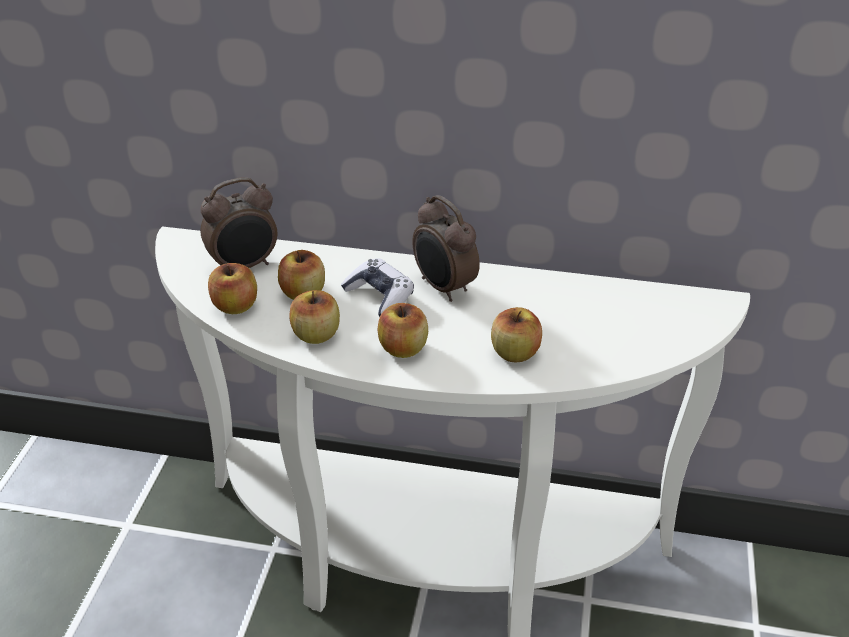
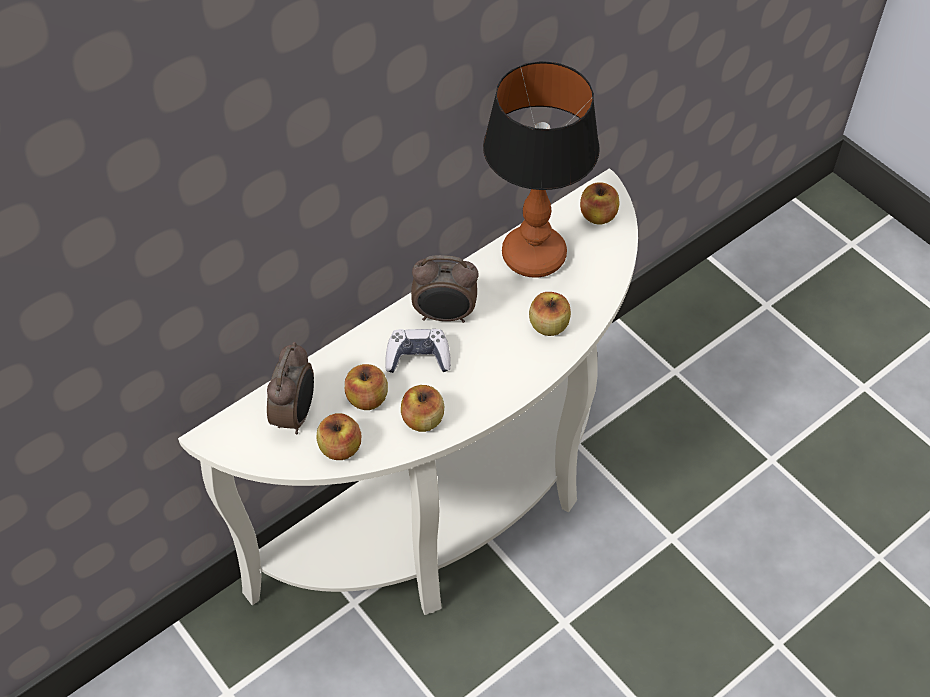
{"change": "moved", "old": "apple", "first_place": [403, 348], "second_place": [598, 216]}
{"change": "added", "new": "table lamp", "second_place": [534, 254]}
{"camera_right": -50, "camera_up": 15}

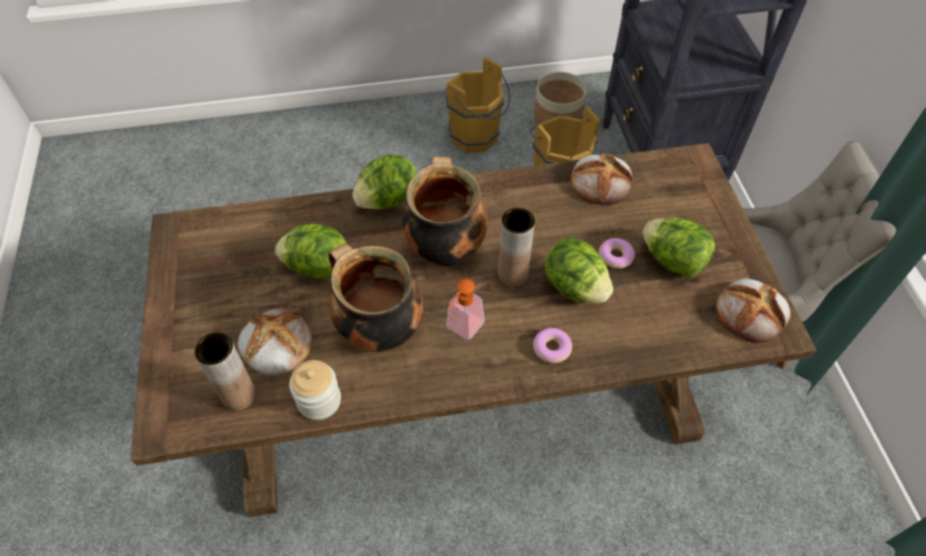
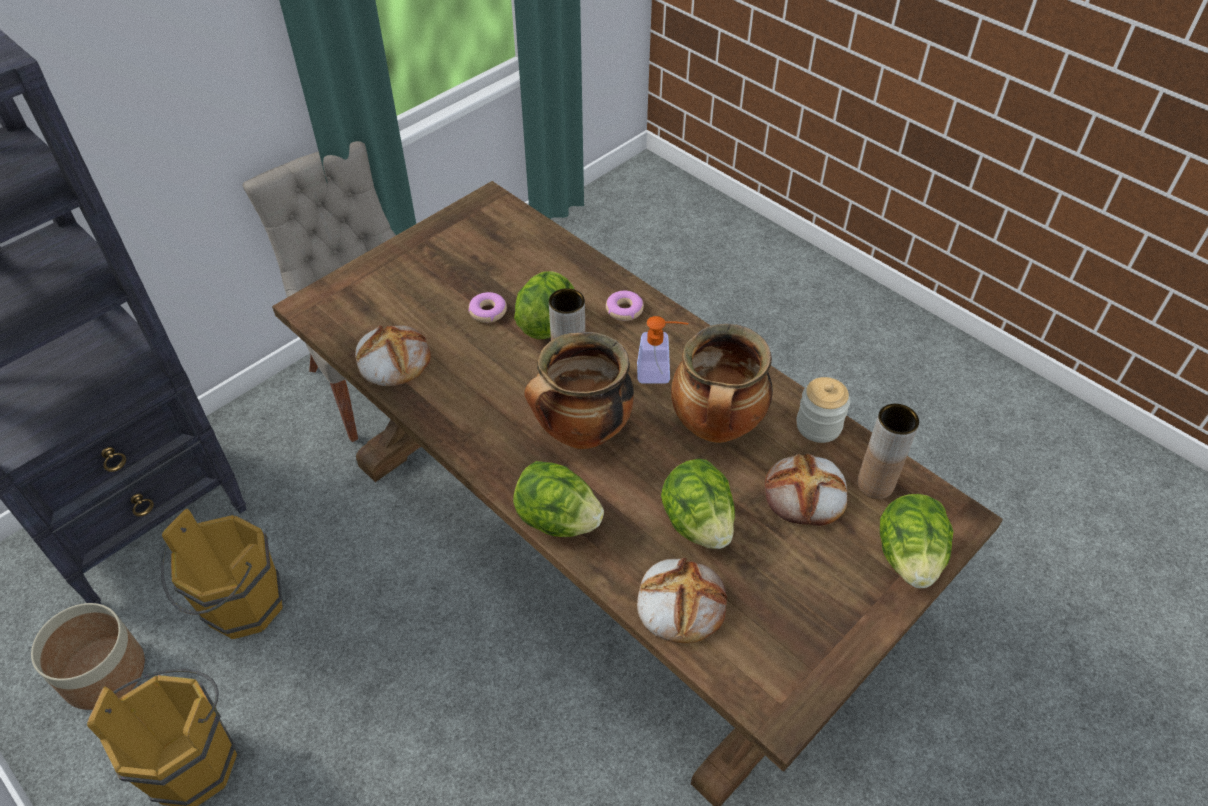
{"change": "moved", "old": "lettuce", "first_place": [673, 261], "second_place": [908, 557]}
{"change": "moved", "old": "bread", "first_place": [751, 313], "second_place": [680, 602]}
{"camera_right": -125, "camera_up": -5}

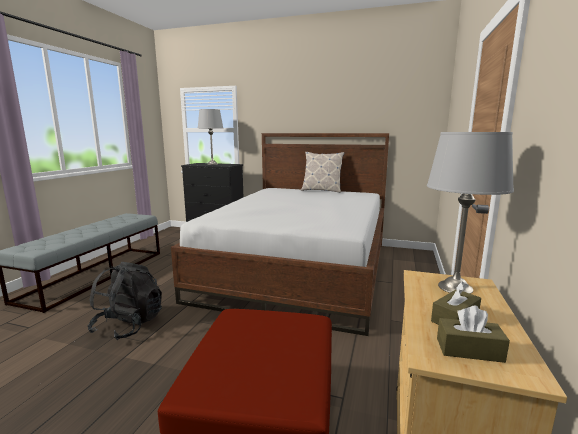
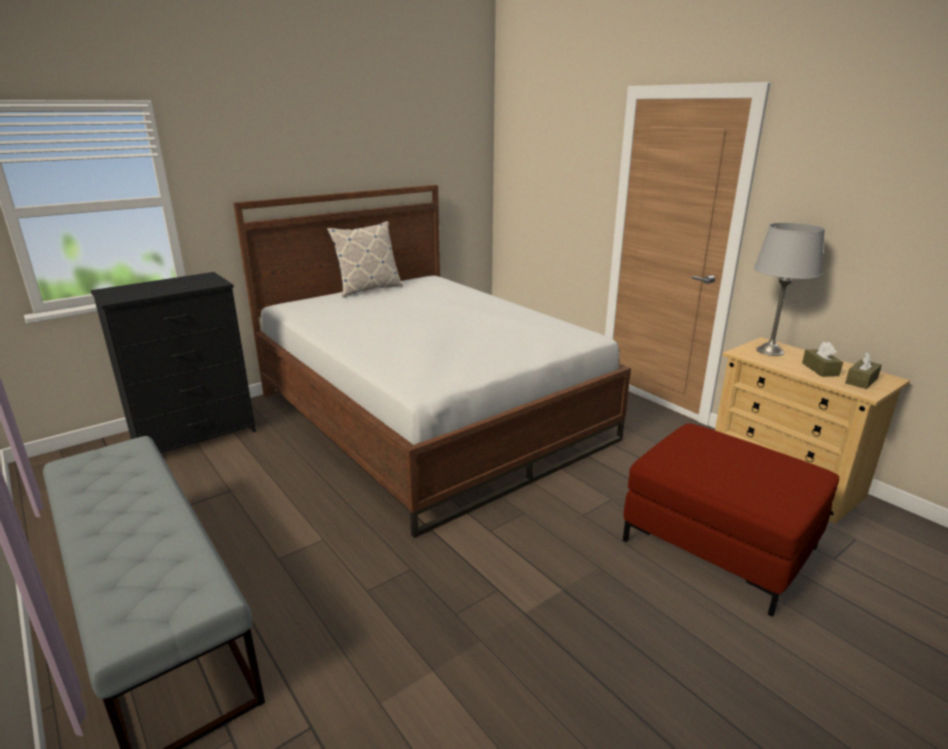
{"change": "removed", "old": "table lamp/grey", "first_place": [212, 164]}
{"change": "removed", "old": "backpack/black", "first_place": [129, 325]}
{"camera_right": -55, "camera_up": 10}

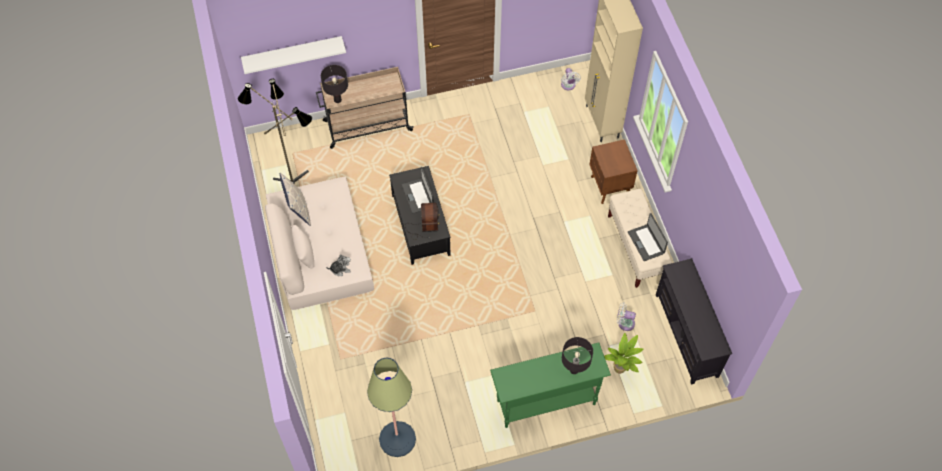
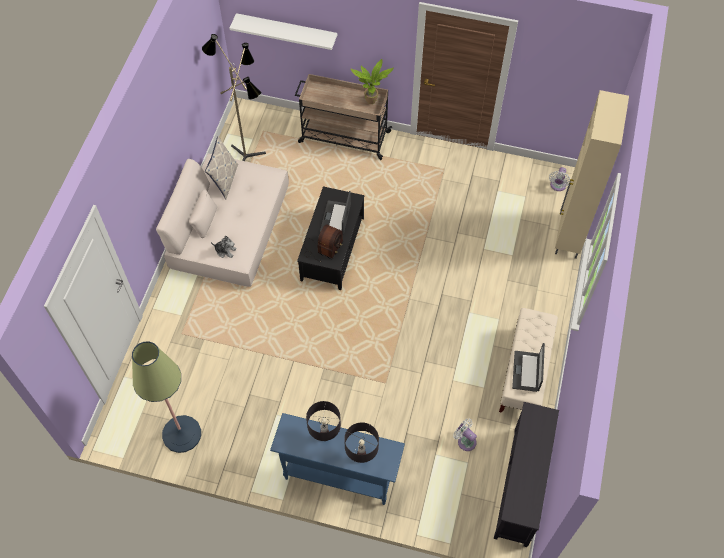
{"change": "moved", "old": "table lamp/black", "first_place": [337, 100], "second_place": [325, 436]}
{"change": "removed", "old": "nightstand/brown", "first_place": [610, 187]}
{"change": "moved", "old": "potted plant", "first_place": [620, 370], "second_place": [371, 102]}
{"change": "recoloured", "old": "console table/green", "new": "console table/blue", "first_place": [545, 402], "second_place": [338, 475]}
{"camera_right": 30, "camera_up": 0}

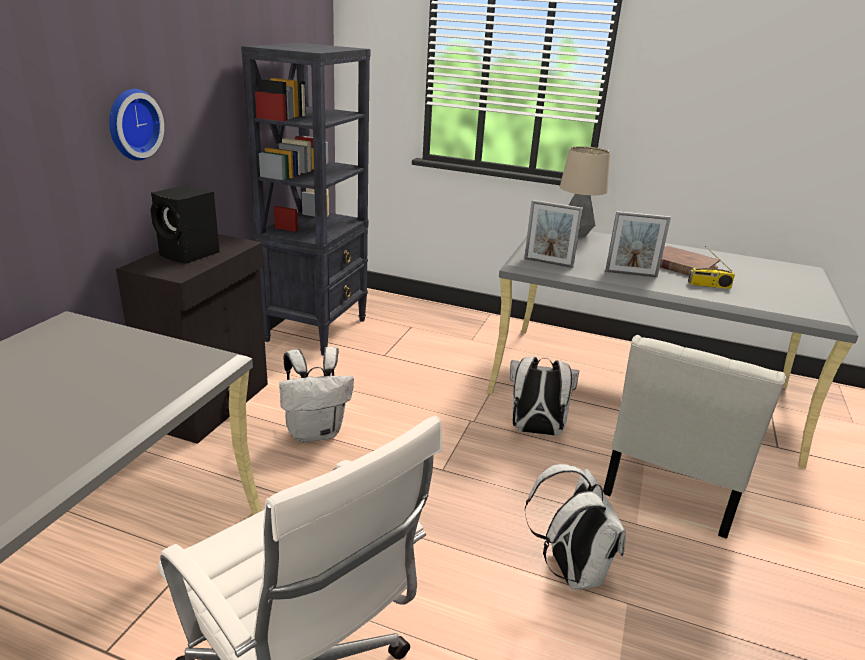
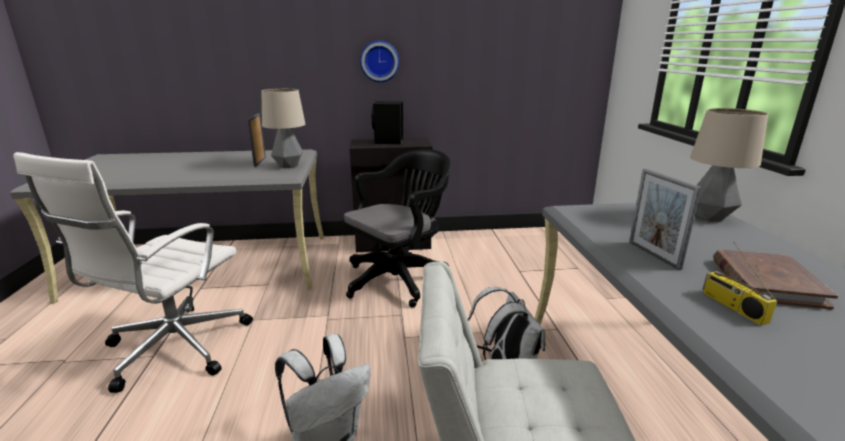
{"change": "removed", "old": "bookcase/black", "first_place": [317, 330]}
{"change": "moved", "old": "picture frame", "first_place": [548, 263], "second_place": [260, 162]}
{"change": "replaced", "old": "backpack/white", "new": "office chair/black", "first_place": [316, 432], "second_place": [399, 278]}
{"change": "added", "new": "table lamp", "second_place": [288, 166]}
{"camera_right": 65, "camera_up": -5}

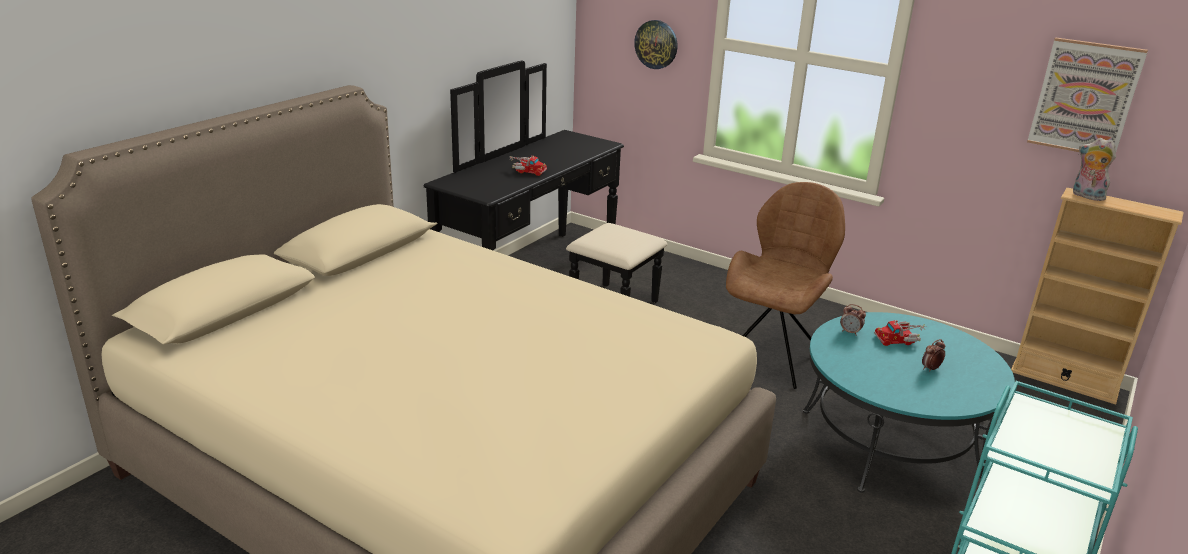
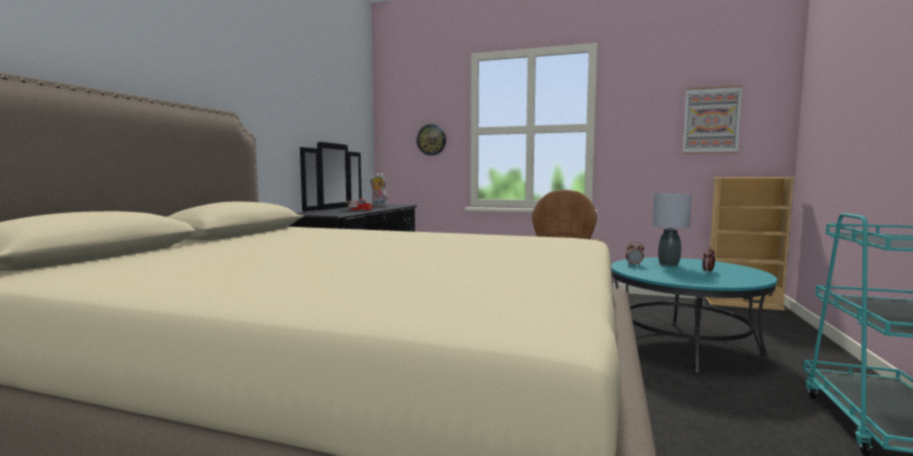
{"change": "moved", "old": "plush toy", "first_place": [1086, 196], "second_place": [378, 206]}
{"change": "replaced", "old": "toy truck", "new": "table lamp/grey", "first_place": [899, 339], "second_place": [669, 264]}
{"camera_right": -15, "camera_up": -20}

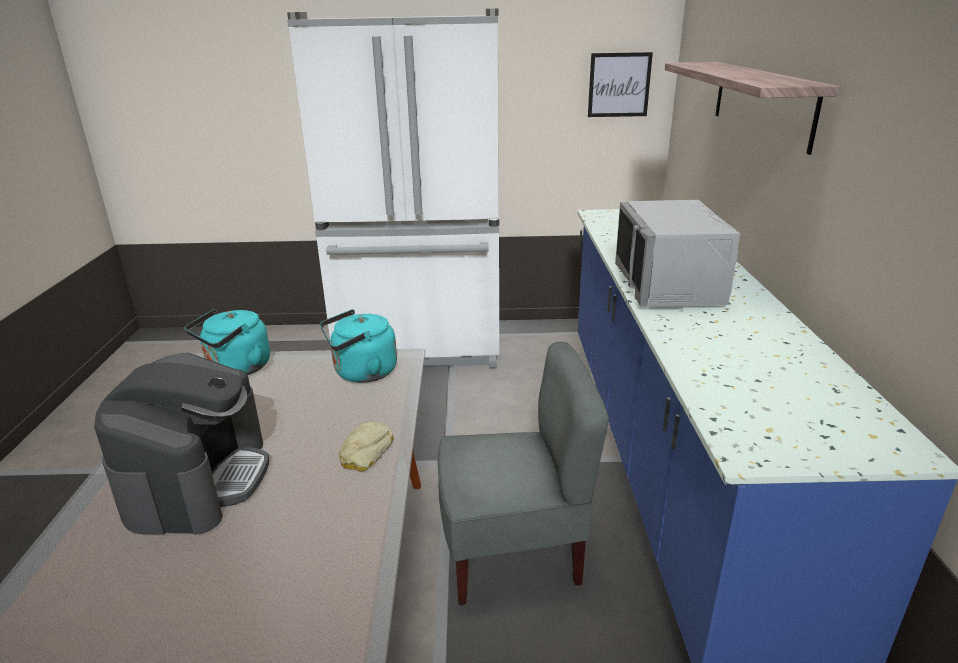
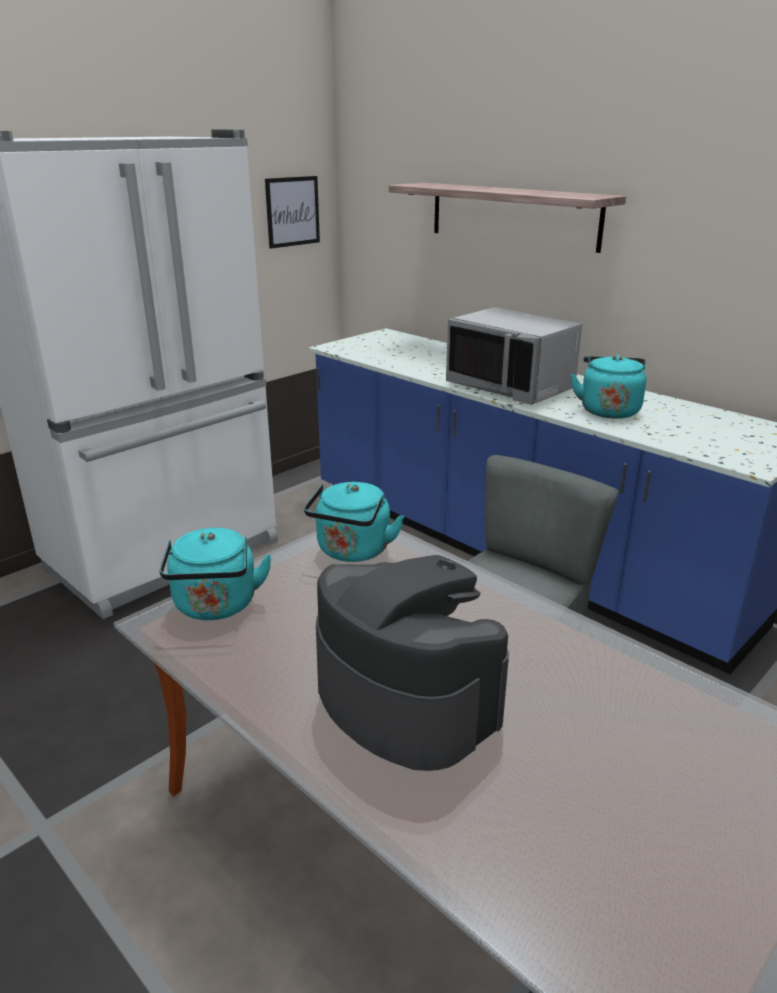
{"change": "removed", "old": "bread", "first_place": [364, 452]}
{"change": "added", "new": "kettle/turquoise", "second_place": [608, 410]}
{"camera_right": -45, "camera_up": 0}

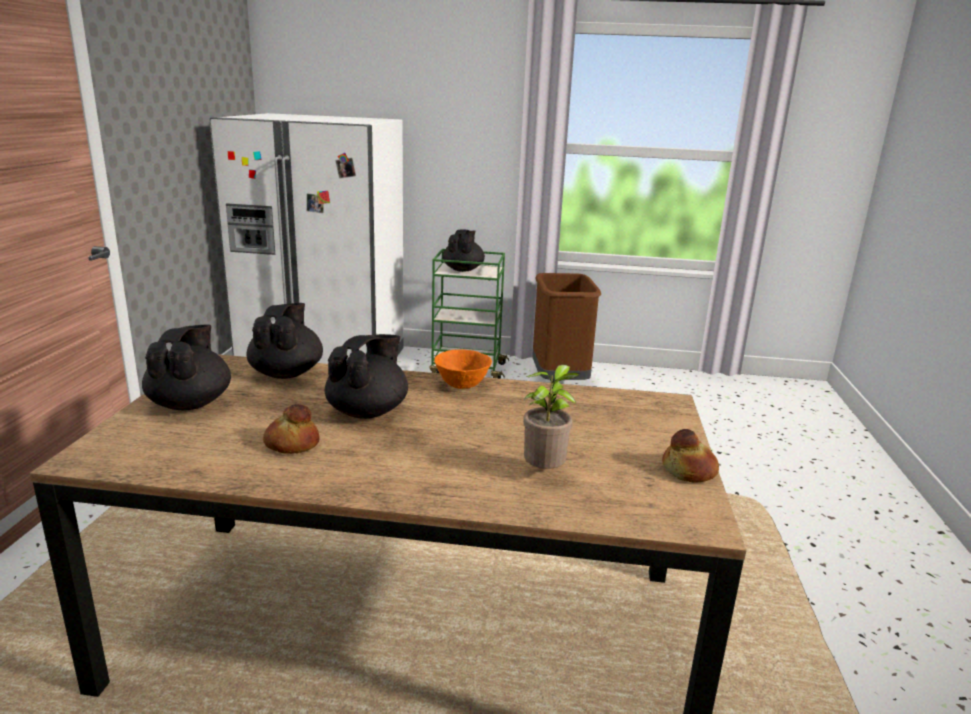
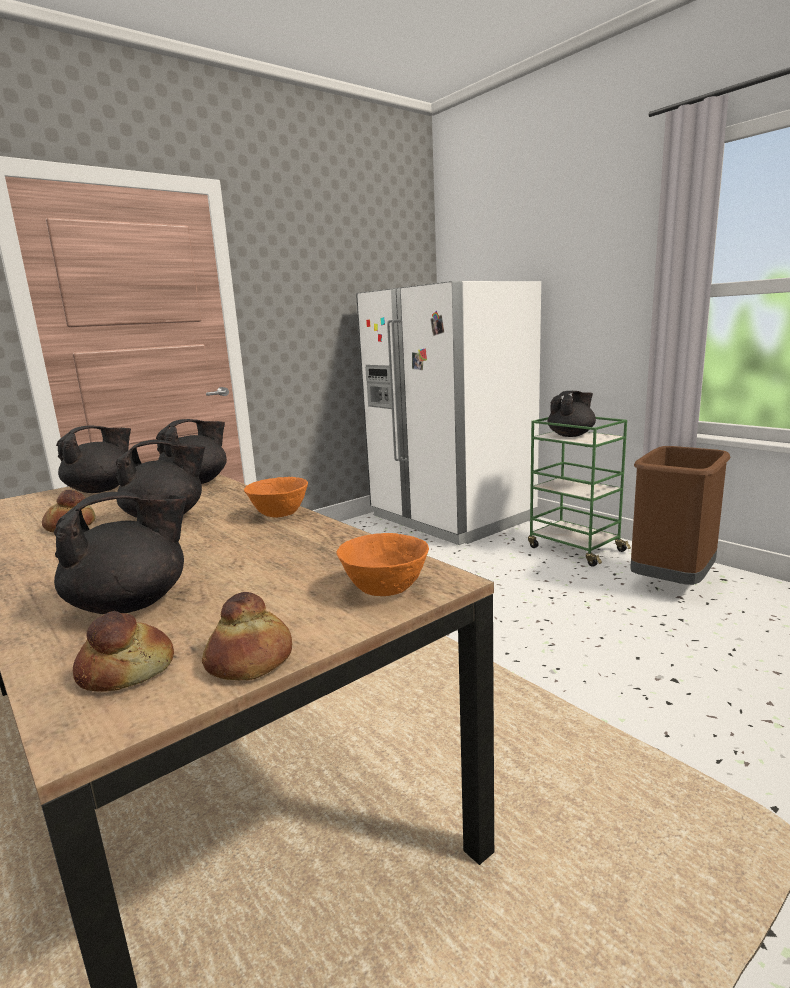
{"change": "replaced", "old": "potted plant", "new": "teapot/black", "first_place": [545, 472], "second_place": [132, 604]}
{"change": "added", "new": "bowl/orange", "second_place": [385, 590]}
{"change": "added", "new": "bread", "second_place": [127, 670]}
{"camera_right": 45, "camera_up": -5}

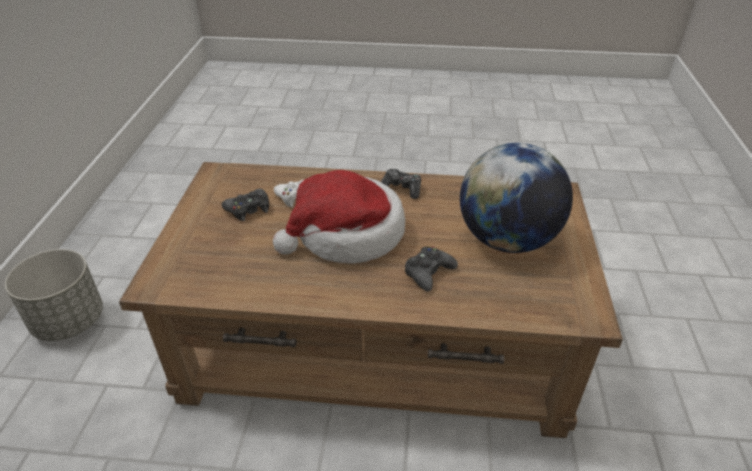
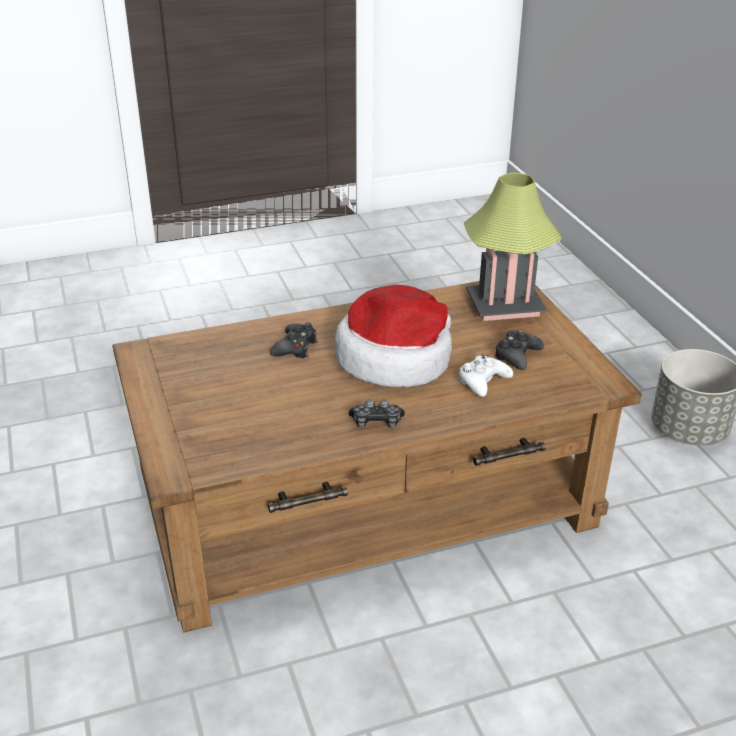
{"change": "removed", "old": "globe", "first_place": [507, 240]}
{"change": "added", "new": "table lamp", "second_place": [504, 306]}
{"camera_right": 155, "camera_up": -5}

